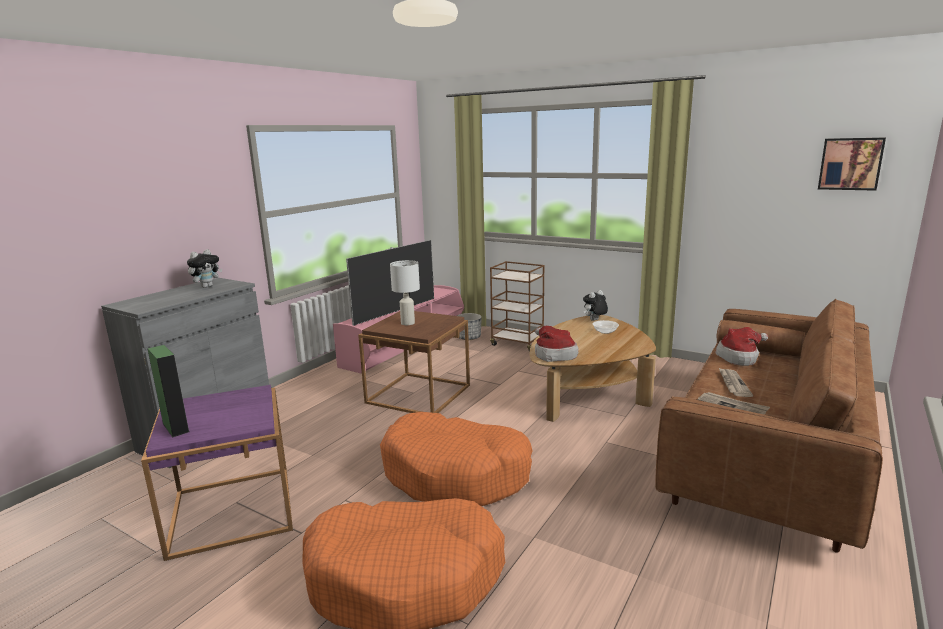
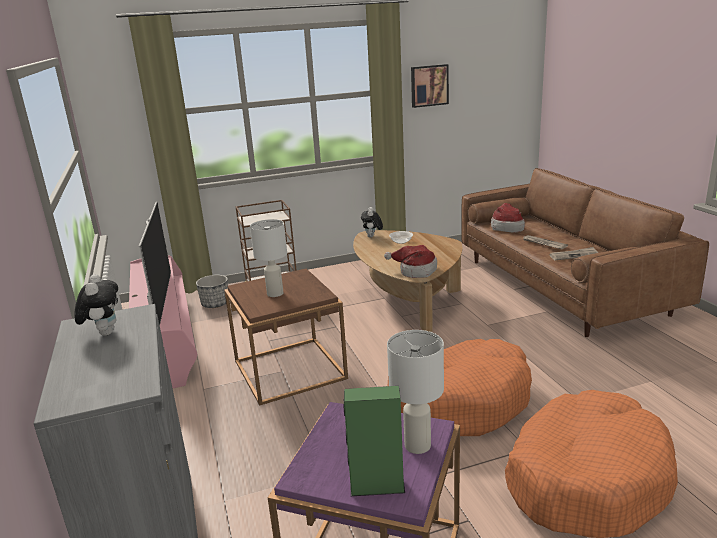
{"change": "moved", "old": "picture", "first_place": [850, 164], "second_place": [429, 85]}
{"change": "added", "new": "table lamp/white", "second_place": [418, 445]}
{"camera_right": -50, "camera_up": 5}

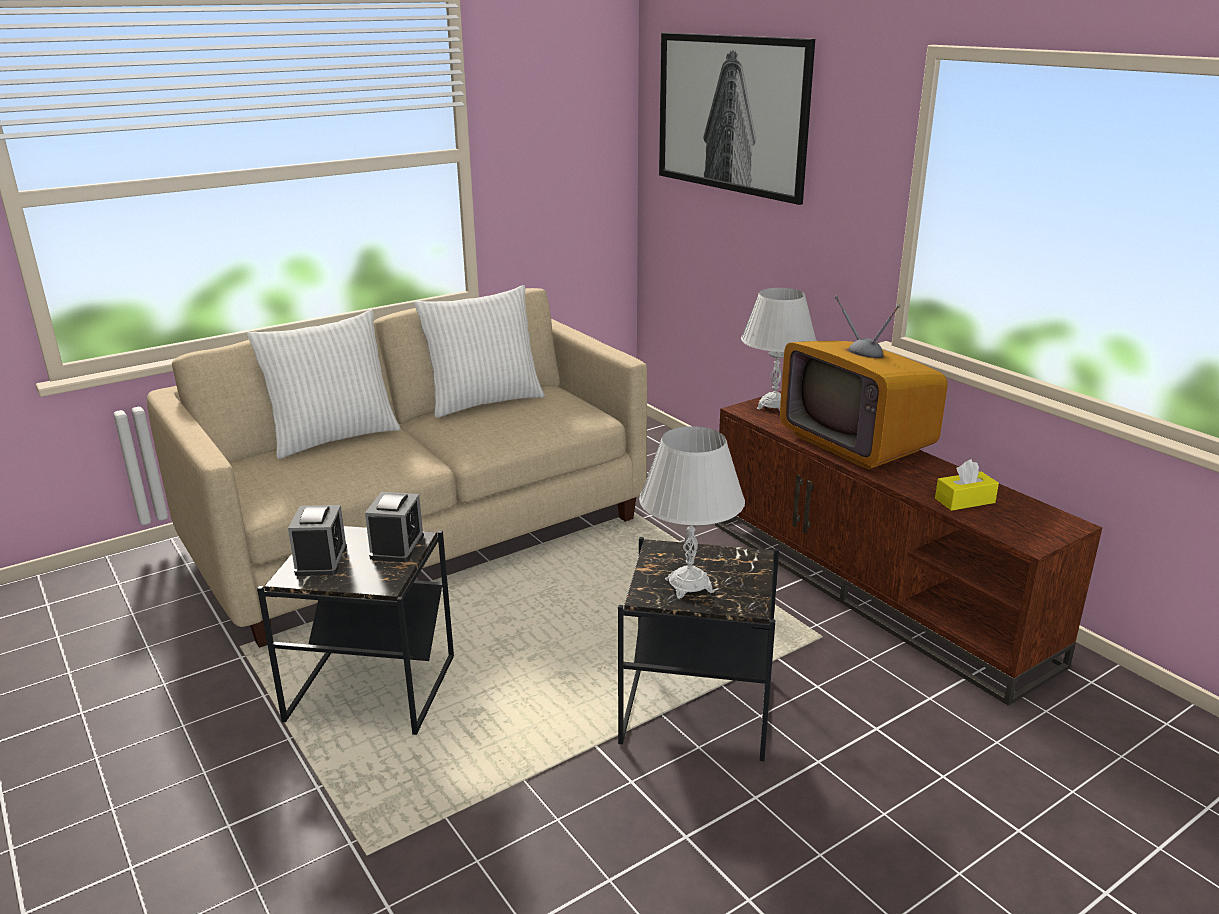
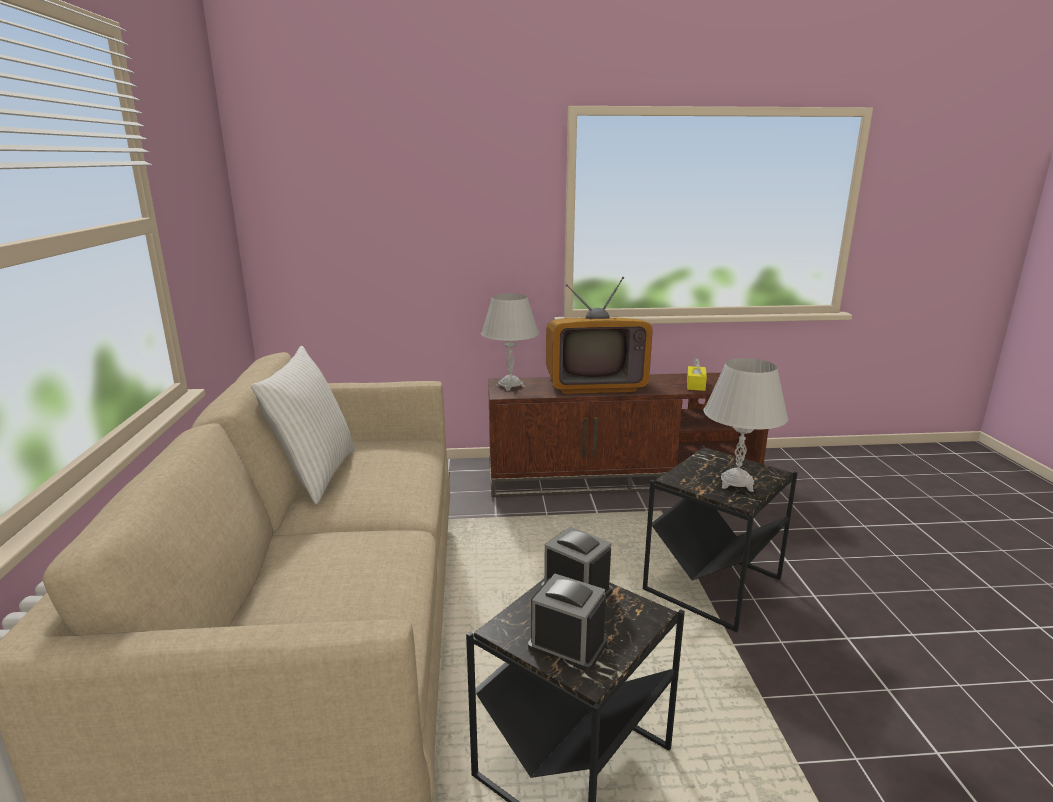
{"change": "removed", "old": "picture", "first_place": [732, 114]}
{"change": "removed", "old": "pillow/white", "first_place": [333, 437]}
{"camera_right": -60, "camera_up": -5}

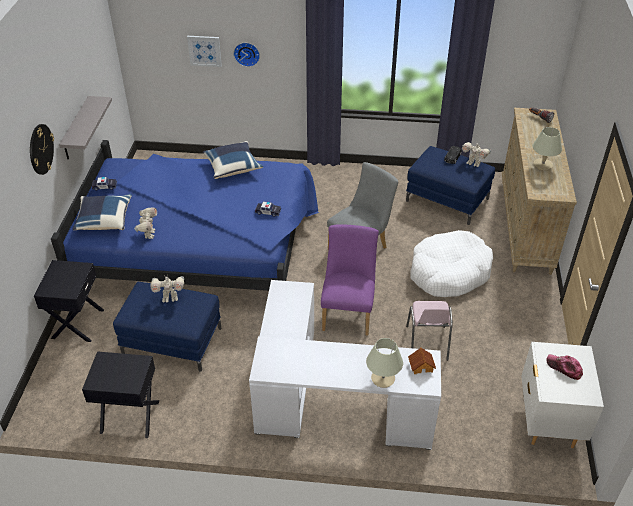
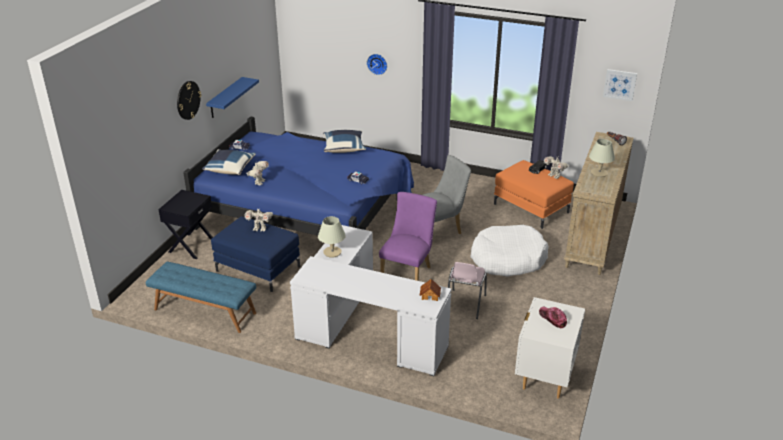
{"change": "moved", "old": "picture", "first_place": [204, 50], "second_place": [620, 84]}
{"change": "recoloured", "old": "shelf/grey", "new": "shelf/blue", "first_place": [76, 129], "second_place": [225, 98]}
{"change": "recoloured", "old": "ottoman/blue", "new": "ottoman/orange", "first_place": [447, 199], "second_place": [531, 208]}
{"change": "moved", "old": "table lamp/beige", "first_place": [382, 378], "second_place": [332, 252]}
{"change": "replaced", "old": "nightstand/black", "new": "bench/blue", "first_place": [129, 417], "second_place": [204, 311]}
{"camera_right": 15, "camera_up": -10}

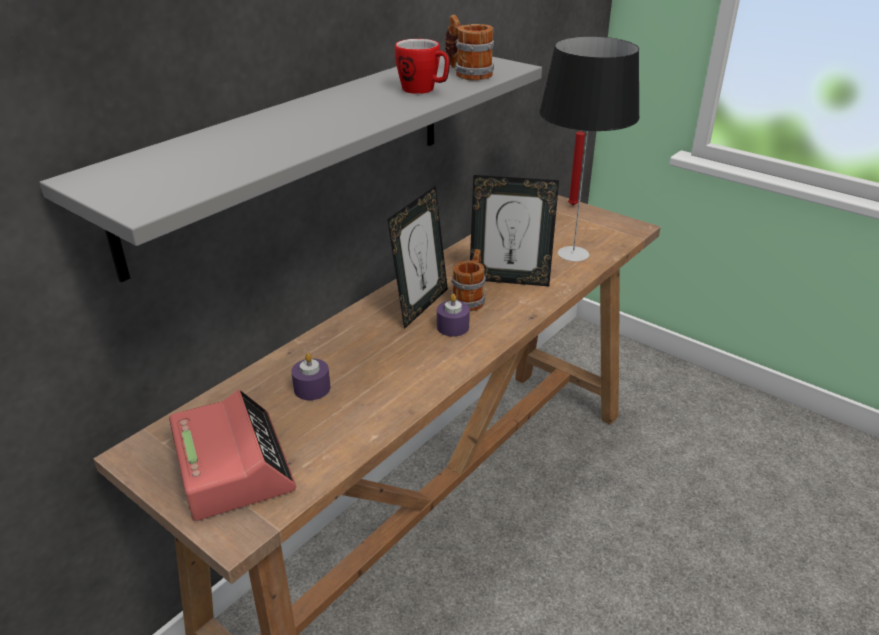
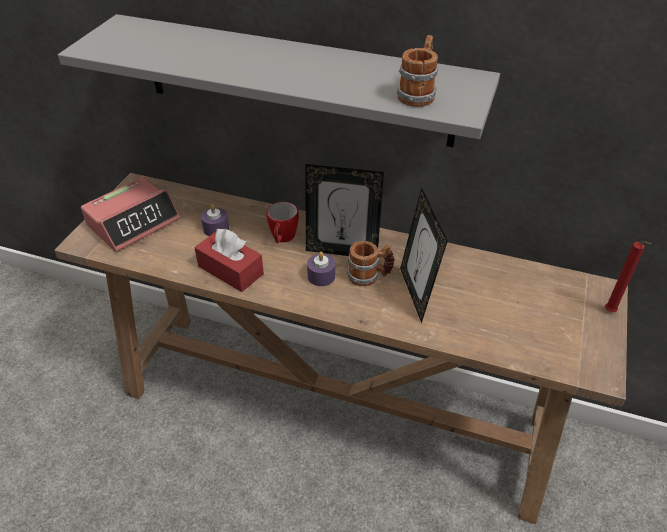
{"change": "removed", "old": "table lamp", "first_place": [574, 253]}
{"change": "moved", "old": "mug", "first_place": [424, 90], "second_place": [282, 238]}
{"change": "added", "new": "tissue box/red", "second_place": [230, 270]}
{"camera_right": 70, "camera_up": 10}

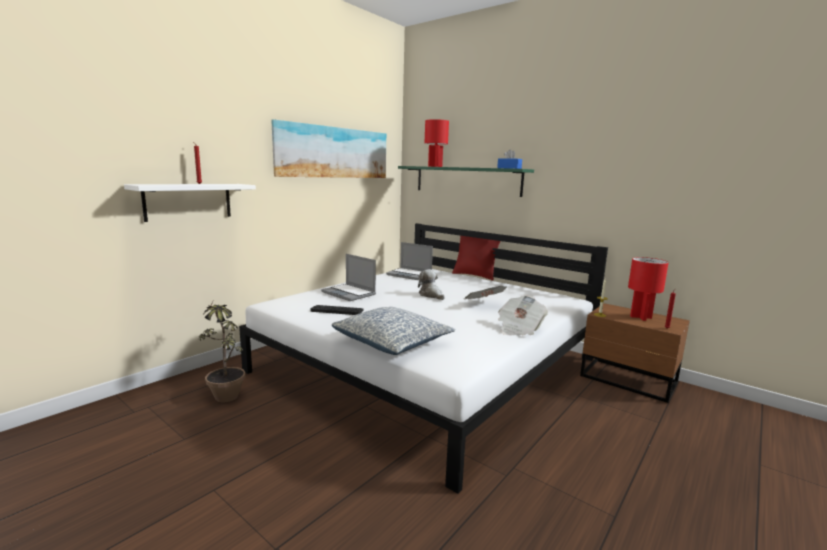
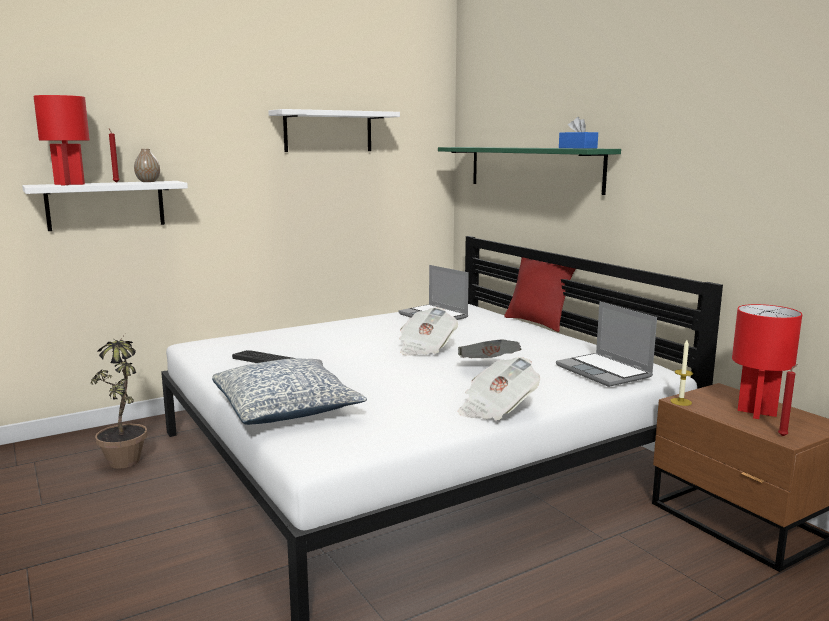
{"change": "replaced", "old": "picture", "new": "shelf/white", "first_place": [333, 152], "second_place": [328, 131]}
{"change": "moved", "old": "table lamp/red", "first_place": [435, 166], "second_place": [69, 184]}
{"change": "moved", "old": "laptop", "first_place": [349, 293], "second_place": [605, 372]}
{"change": "replaced", "old": "plush toy", "new": "newspaper", "first_place": [431, 295], "second_place": [425, 348]}
{"change": "added", "new": "vase", "second_place": [148, 181]}
{"camera_right": 20, "camera_up": 0}

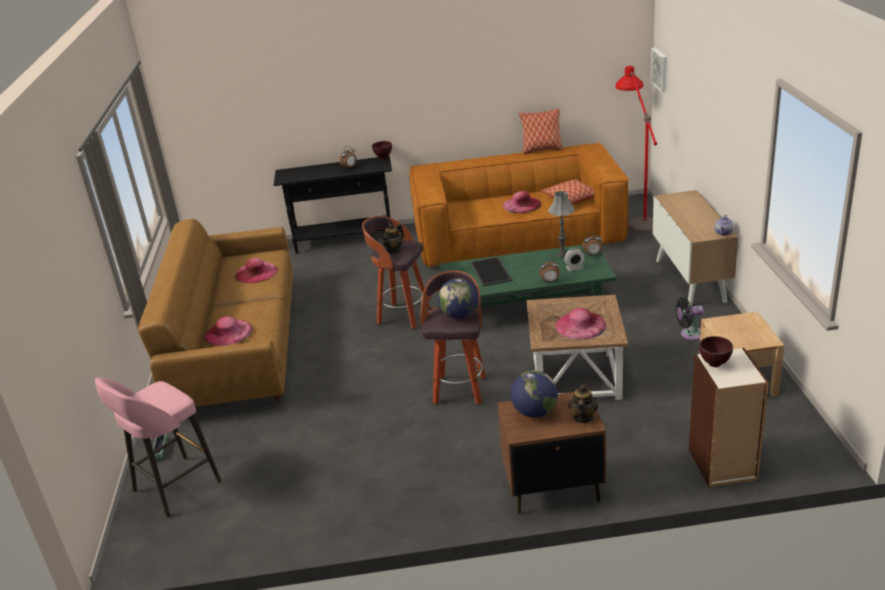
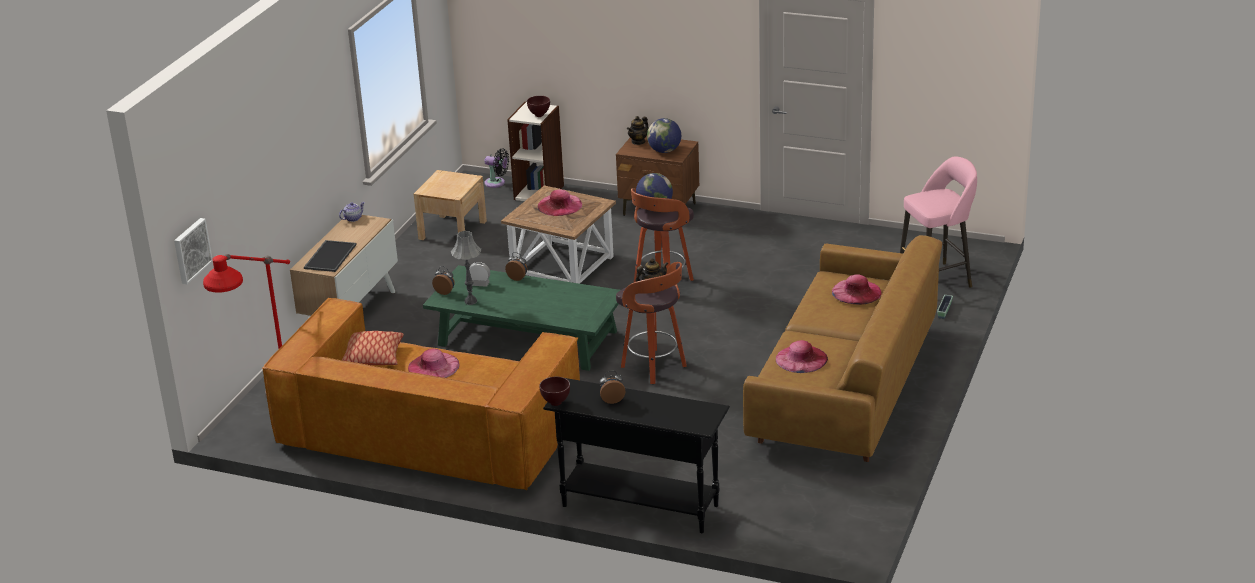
{"change": "removed", "old": "pillow", "first_place": [541, 150]}
{"change": "moved", "old": "tray", "first_place": [491, 272], "second_place": [329, 256]}
{"change": "moved", "old": "fan/black", "first_place": [689, 334], "second_place": [497, 183]}
{"camera_right": -155, "camera_up": 0}

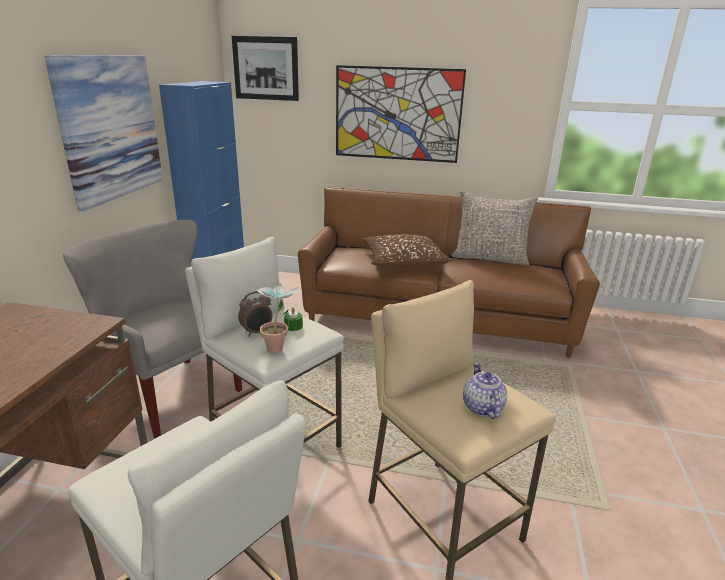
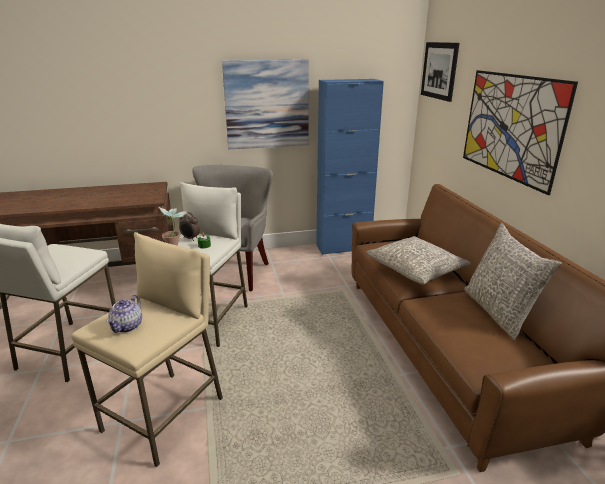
{"change": "recoloured", "old": "pillow/brown", "new": "pillow/grey", "first_place": [404, 261], "second_place": [416, 269]}
{"change": "turned", "old": "teapot", "first_place": [482, 407], "second_place": [127, 326], "degrees": 135}
{"camera_right": 65, "camera_up": 0}

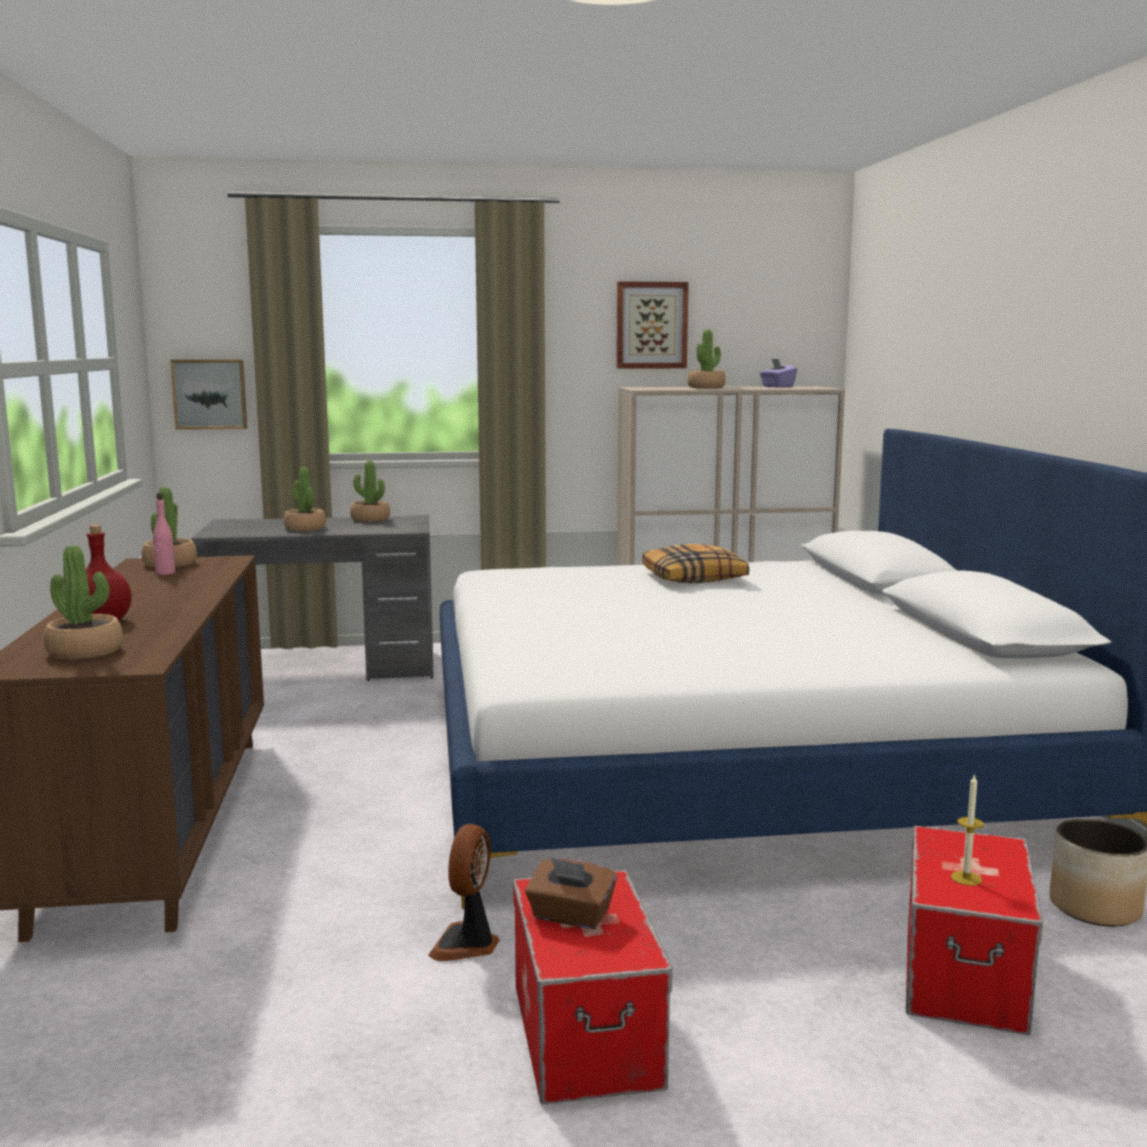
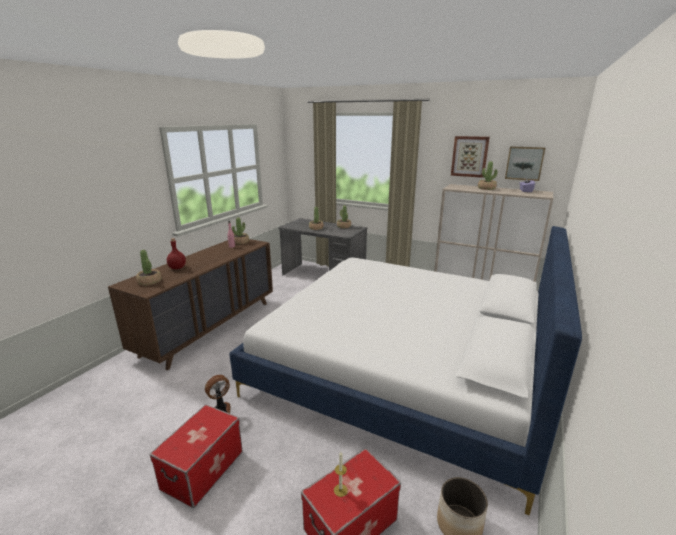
{"change": "moved", "old": "picture", "first_place": [210, 394], "second_place": [524, 163]}
{"change": "removed", "old": "pillow", "first_place": [694, 578]}
{"change": "removed", "old": "tissue box/brown", "first_place": [570, 916]}
{"camera_right": 35, "camera_up": 10}

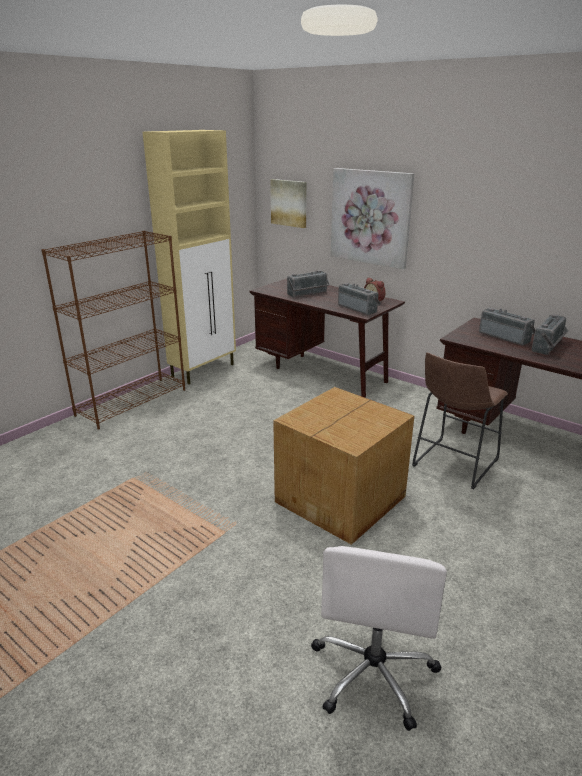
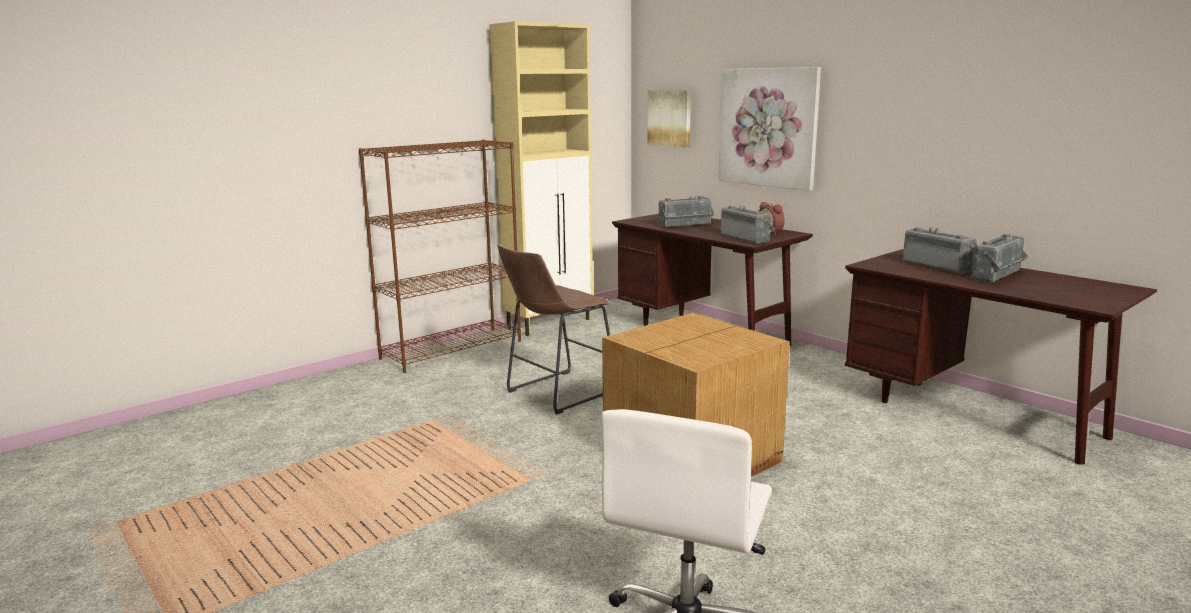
{"change": "moved", "old": "stool/brown", "first_place": [452, 464], "second_place": [557, 393]}
{"camera_right": 10, "camera_up": -10}

